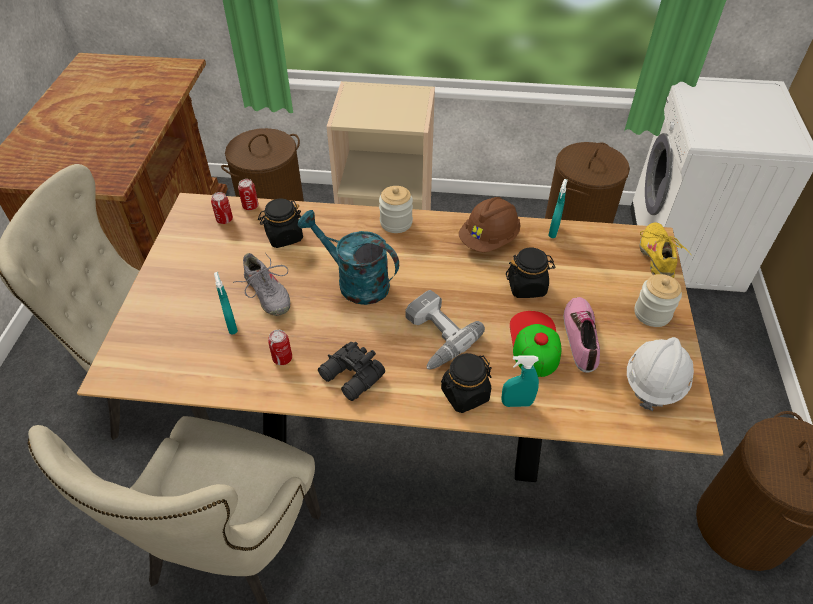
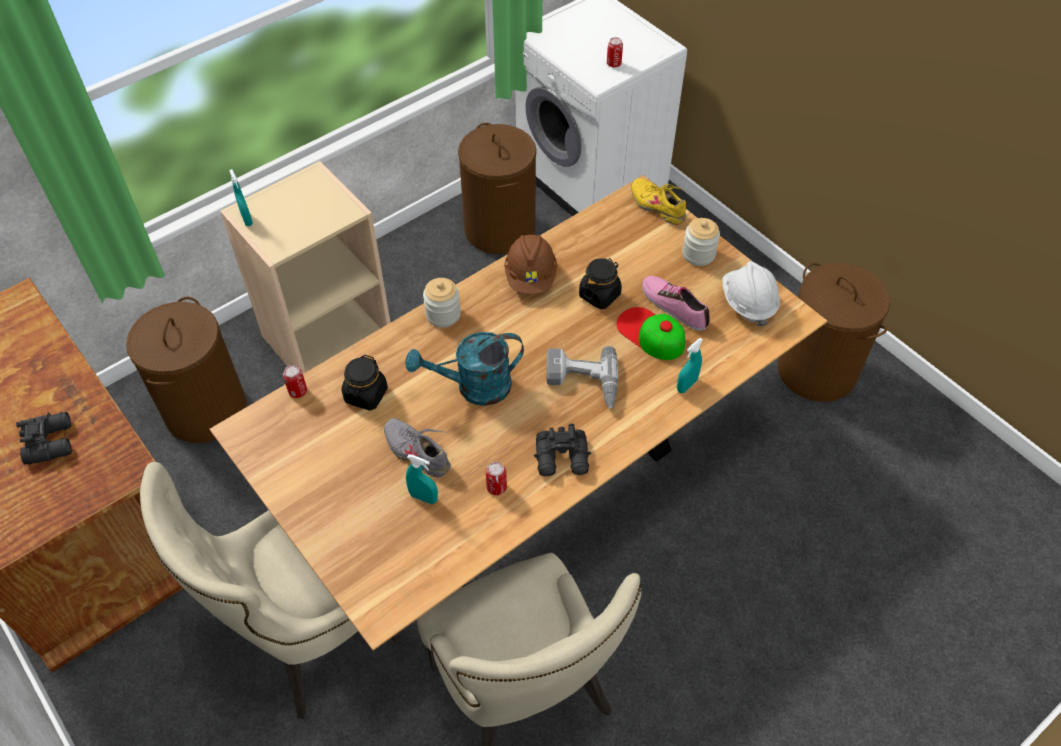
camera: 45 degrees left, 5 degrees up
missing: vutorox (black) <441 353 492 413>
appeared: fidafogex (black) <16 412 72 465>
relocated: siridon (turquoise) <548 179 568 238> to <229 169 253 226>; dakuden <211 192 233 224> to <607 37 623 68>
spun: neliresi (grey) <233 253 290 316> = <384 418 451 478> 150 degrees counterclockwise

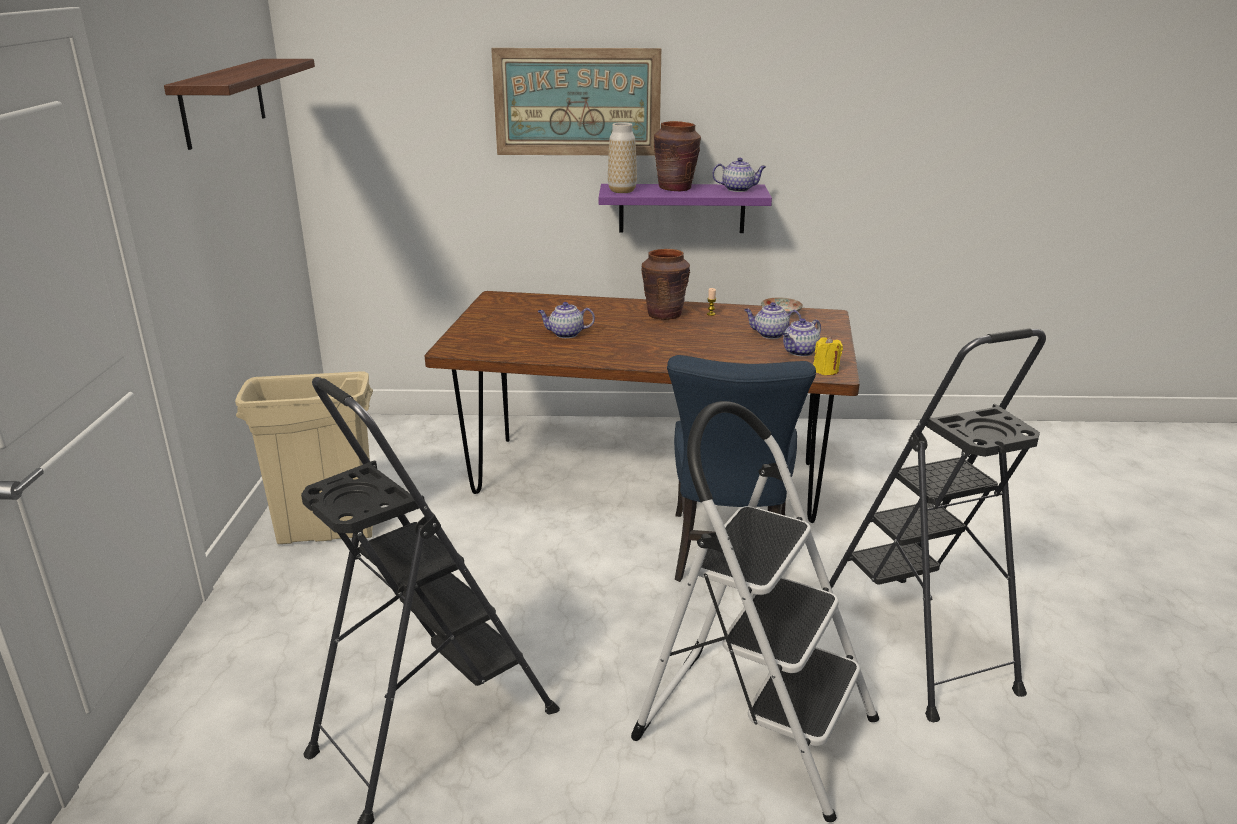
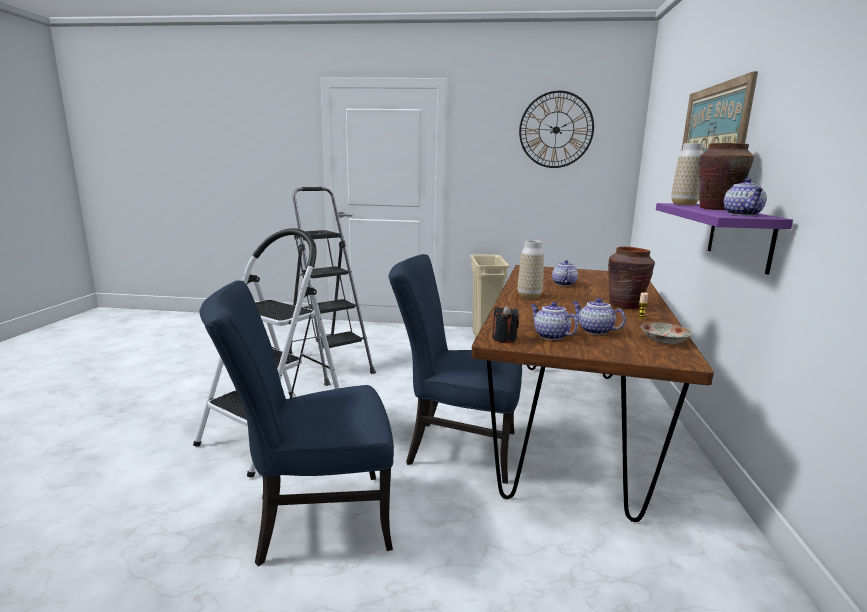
camera: 95 degrees right, 10 degrees down
appeared: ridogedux <518 240 544 299>
exchanged: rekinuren <164 59 315 150> to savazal <519 91 594 168>; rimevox <829 328 1046 722> to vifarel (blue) <199 280 394 566>
colour: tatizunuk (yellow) <813 336 843 375> to tatizunuk (black) <492 305 519 343>
spun: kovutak <744 302 801 339> = <572 298 626 335> 60 degrees counterclockwise

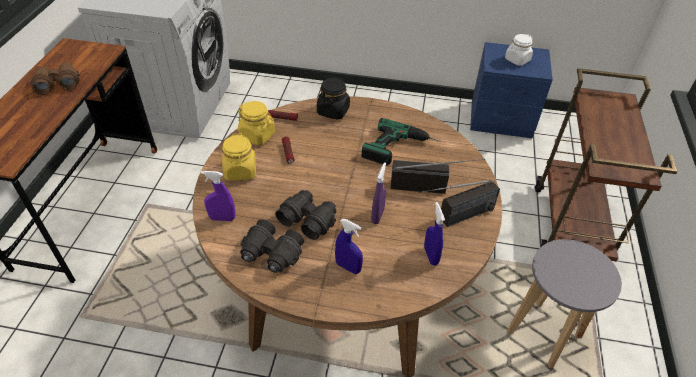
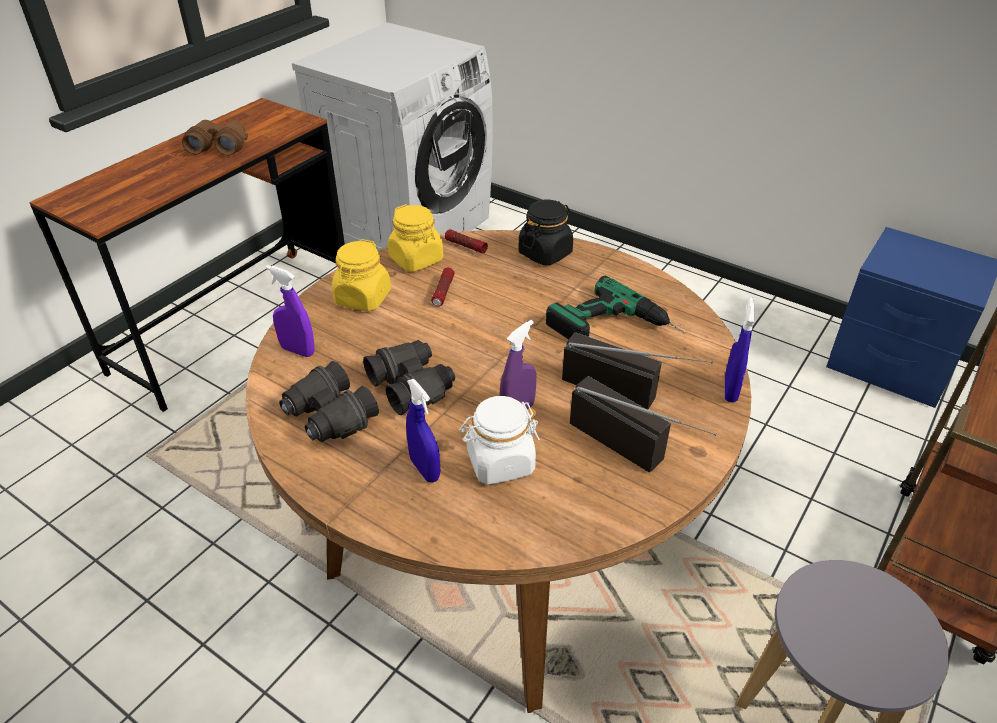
camera: 25 degrees right, 5 degrees down
relocated: vutorox (white) <505 34 533 66> to <459 396 540 485>; siridon (blue) <424 202 445 266> to <724 297 755 403>
spun: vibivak <419 180 500 227> = <570 376 717 473> 135 degrees counterclockwise

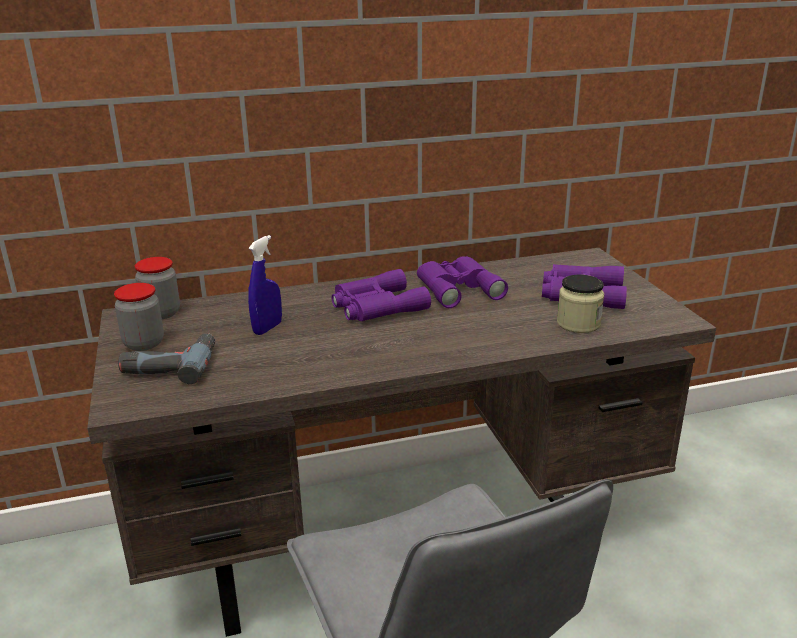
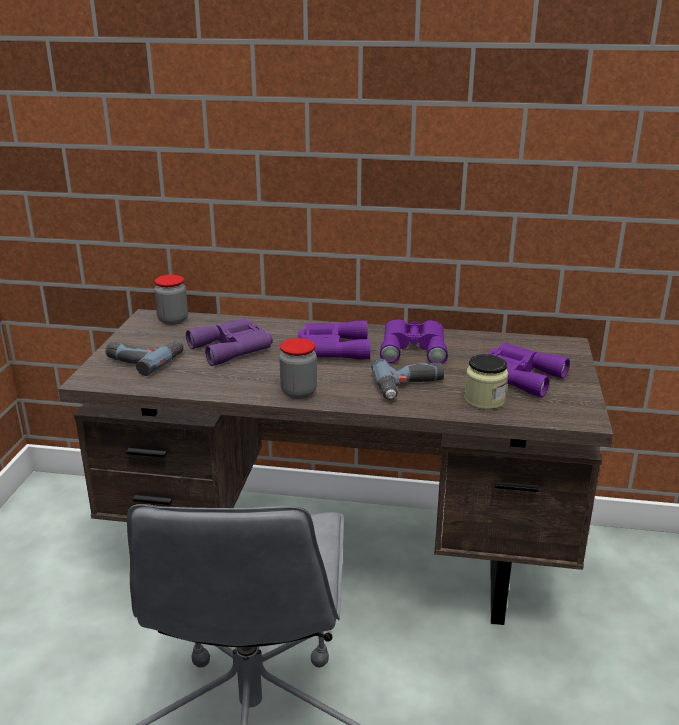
camera: 25 degrees right, 0 degrees up
appeared: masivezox <371 359 444 400>
relocated: vutorox <114 283 164 351> to <279 338 317 399>
exchanged: siridon (blue) <248 235 282 335> to fidafogex (purple) <186 318 273 366>

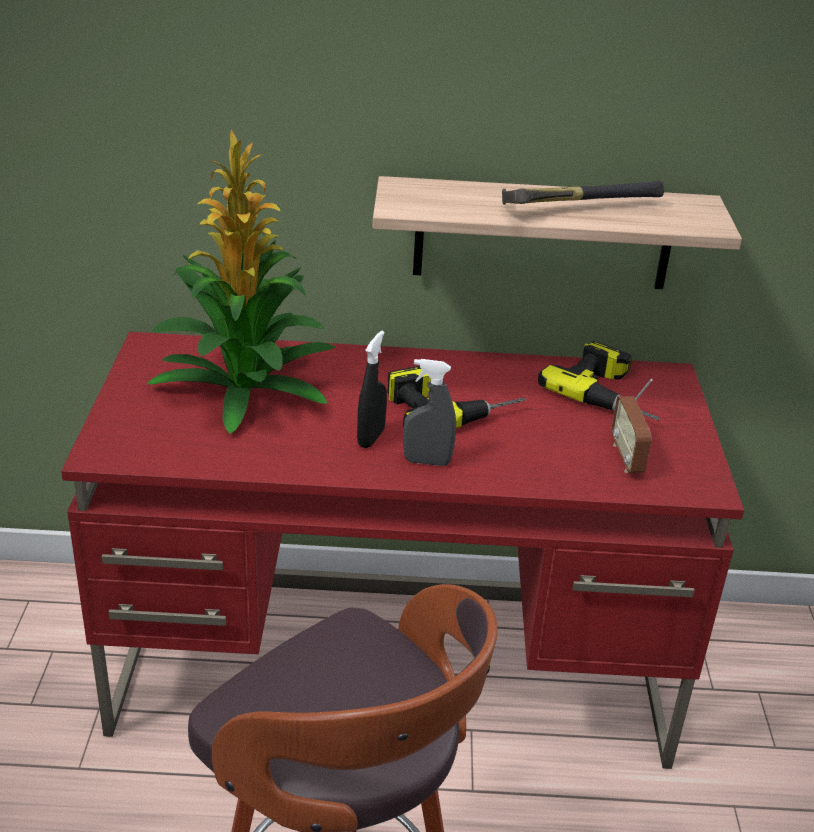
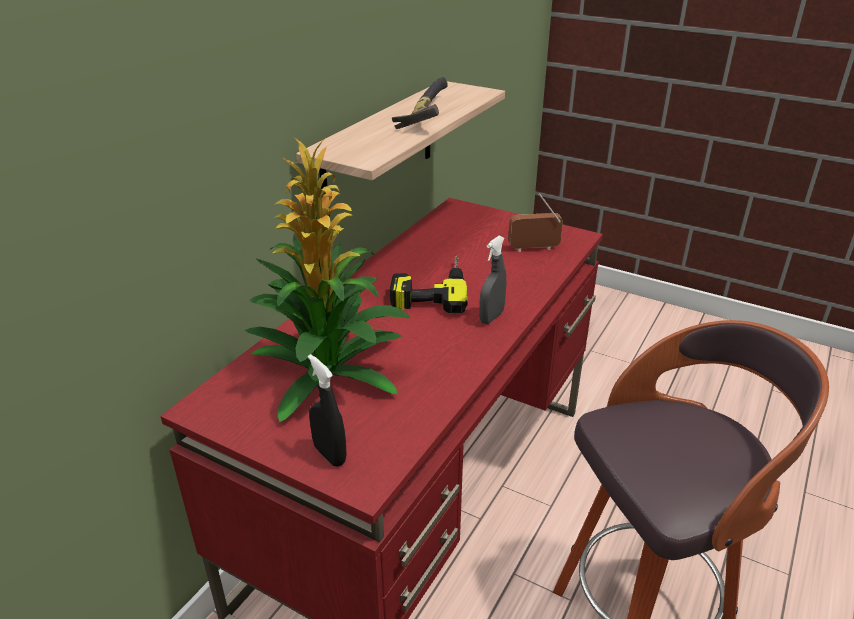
camera: 60 degrees left, 0 degrees up
missing: masivezox <538 341 660 421>
relocated: siridon (black) <357 330 387 448> to <308 354 347 467>
spun: vibivak <612 379 652 473> = <508 193 563 252> 150 degrees clockwise

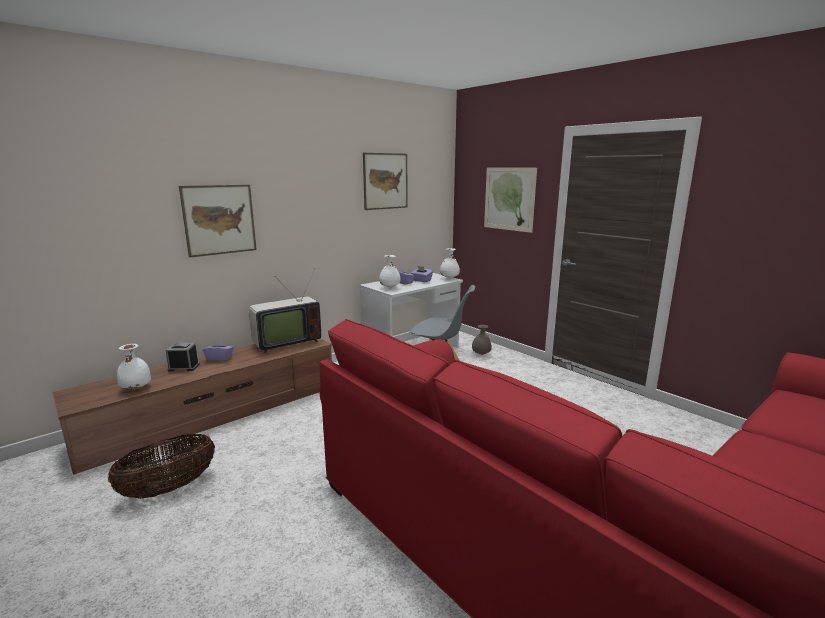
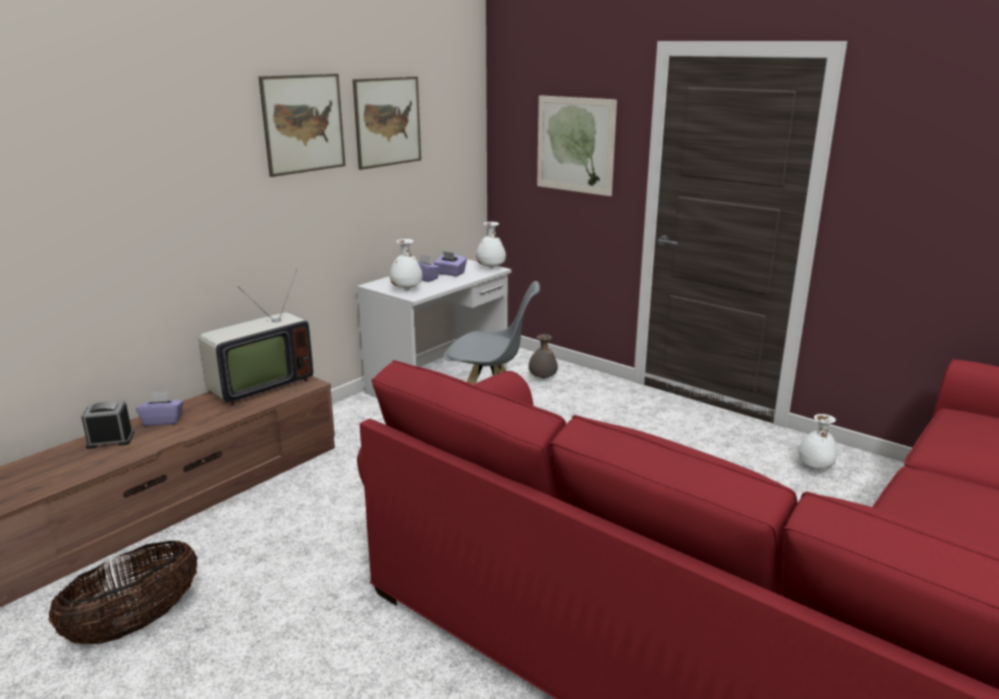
camera: 10 degrees left, 5 degrees up
relocated: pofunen <179 185 257 258> to <259 74 346 177>; ridogedux (white) <117 344 151 390> to <798 414 837 469>

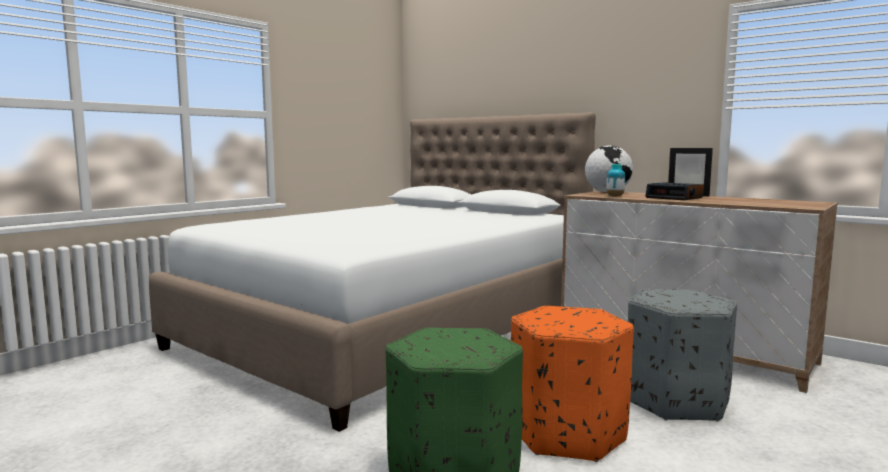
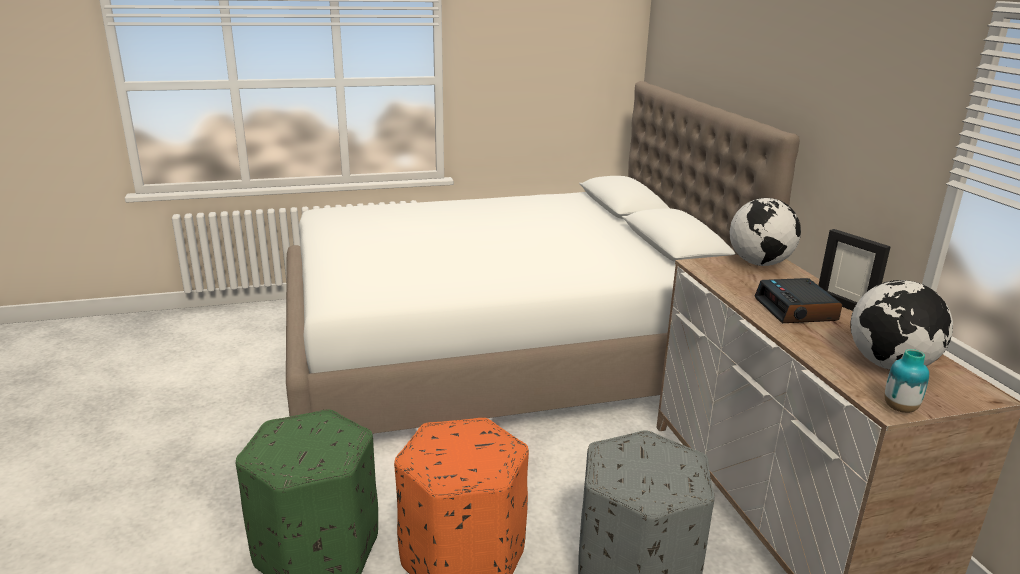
camera: 35 degrees right, 15 degrees up
appeared: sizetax <851 280 953 370>
relocated: ridogedux <606 164 625 197> to <885 349 929 413>

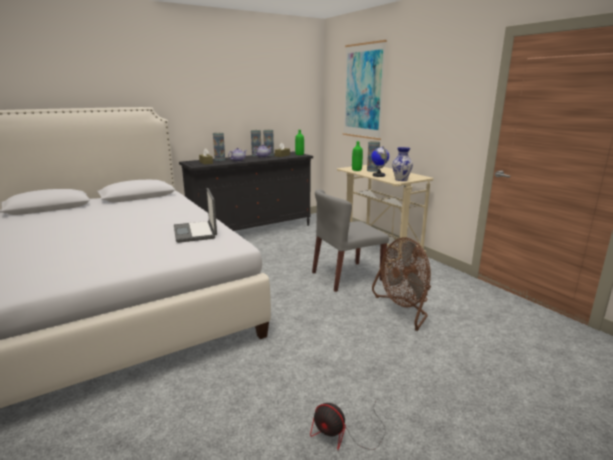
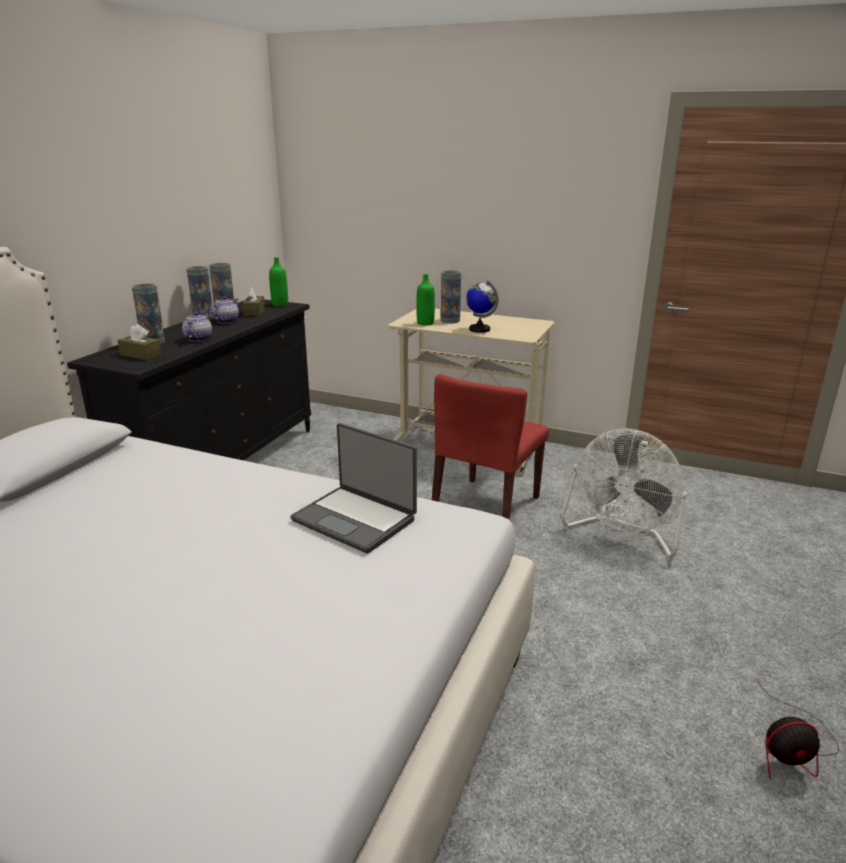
camera: 35 degrees left, 5 degrees up
missing: pofunen <343 40 387 140>; ridogedux <392 147 413 181>
colour: vifarel (grey) <312 189 389 292> to vifarel (red) <432 374 549 520>; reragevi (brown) <372 237 431 331> to reragevi (white) <561 429 687 561>

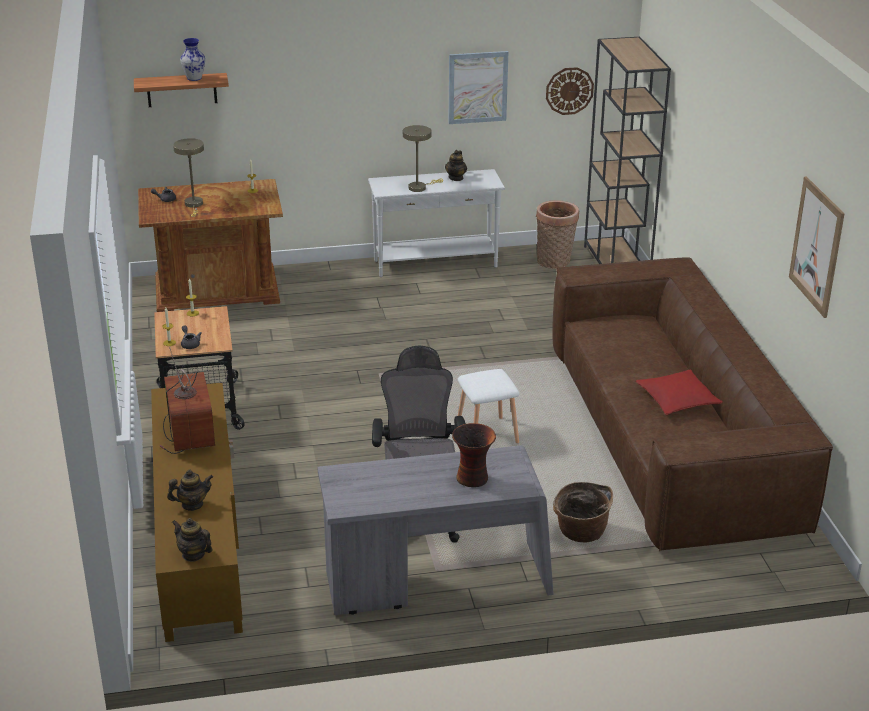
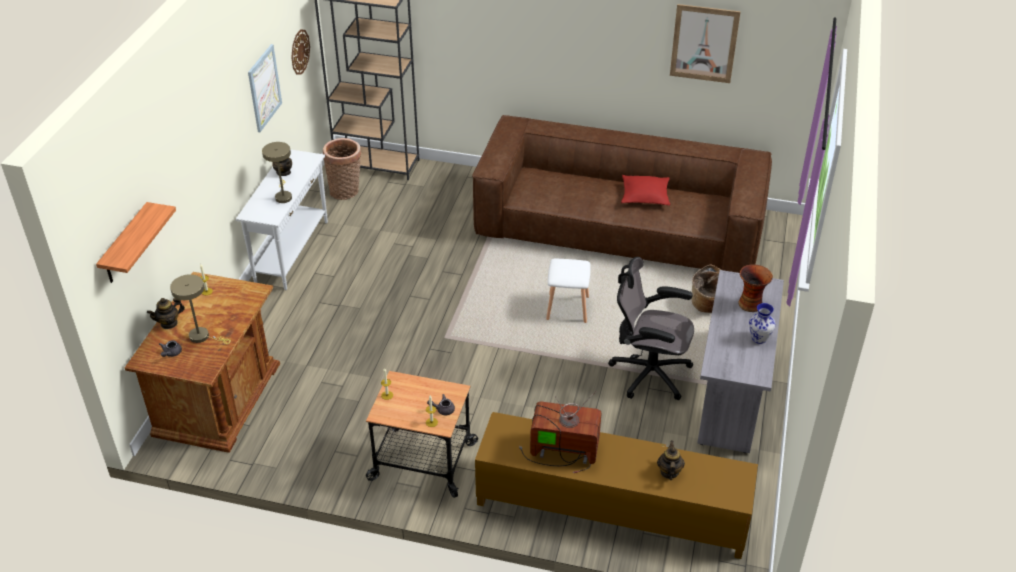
camera: 65 degrees left, 10 degrees up
relocated: ridogedux <180 38 205 81> to <749 303 776 344>; kovutak <172 518 213 562> to <147 298 185 329>

